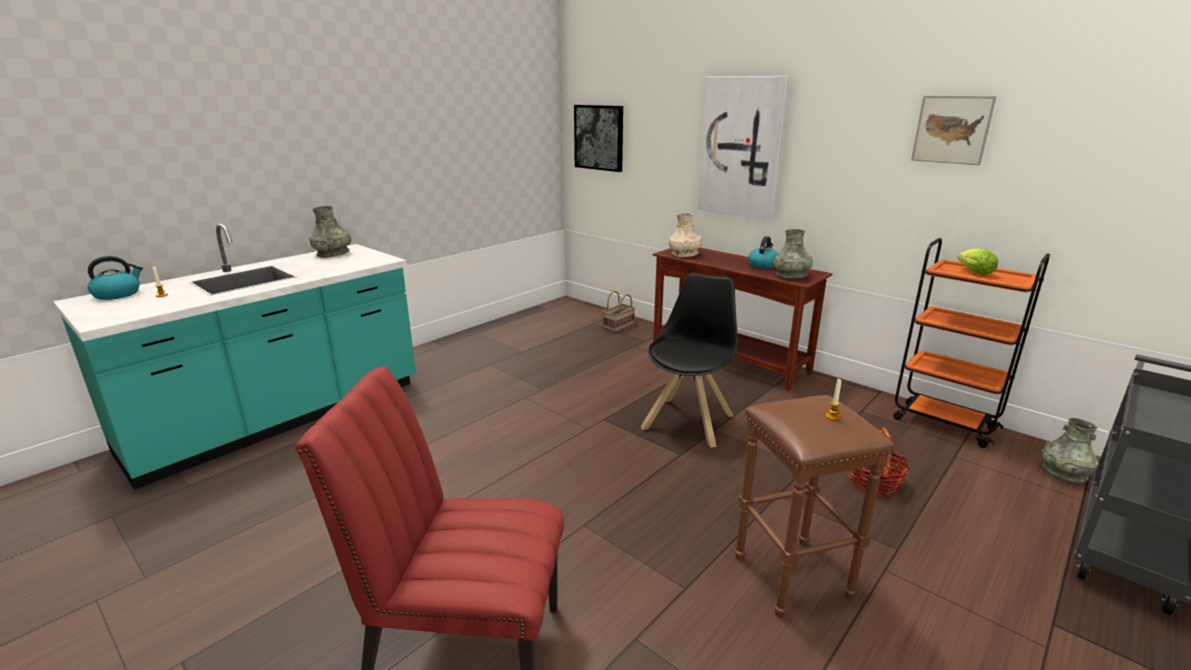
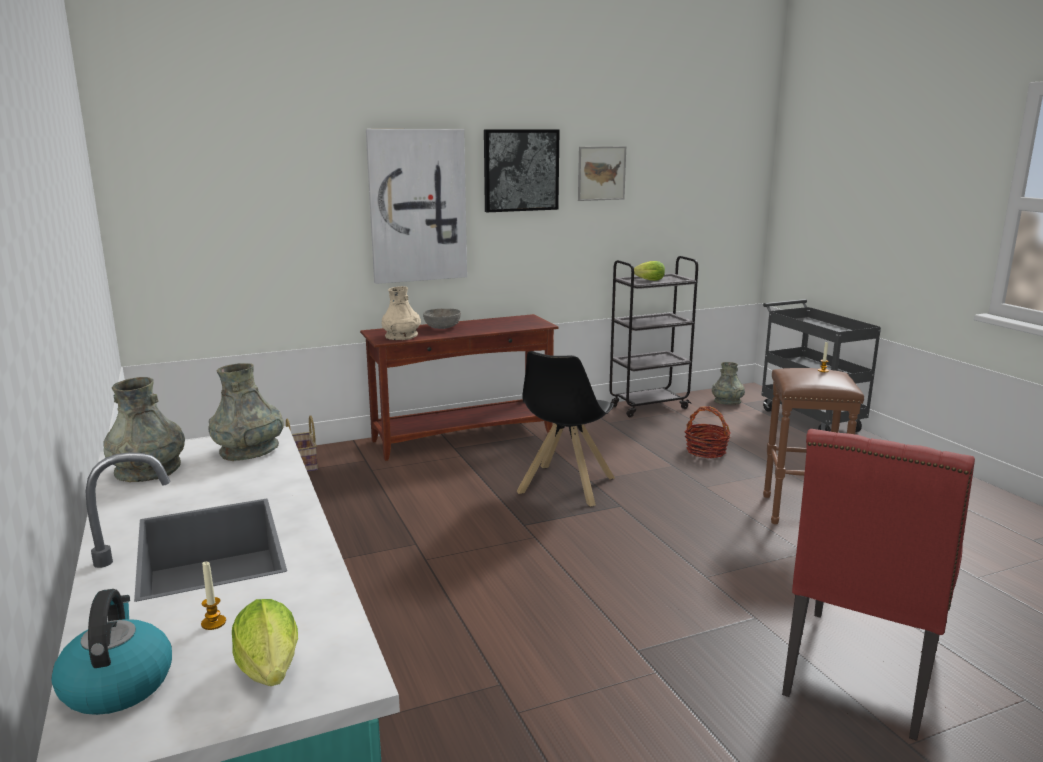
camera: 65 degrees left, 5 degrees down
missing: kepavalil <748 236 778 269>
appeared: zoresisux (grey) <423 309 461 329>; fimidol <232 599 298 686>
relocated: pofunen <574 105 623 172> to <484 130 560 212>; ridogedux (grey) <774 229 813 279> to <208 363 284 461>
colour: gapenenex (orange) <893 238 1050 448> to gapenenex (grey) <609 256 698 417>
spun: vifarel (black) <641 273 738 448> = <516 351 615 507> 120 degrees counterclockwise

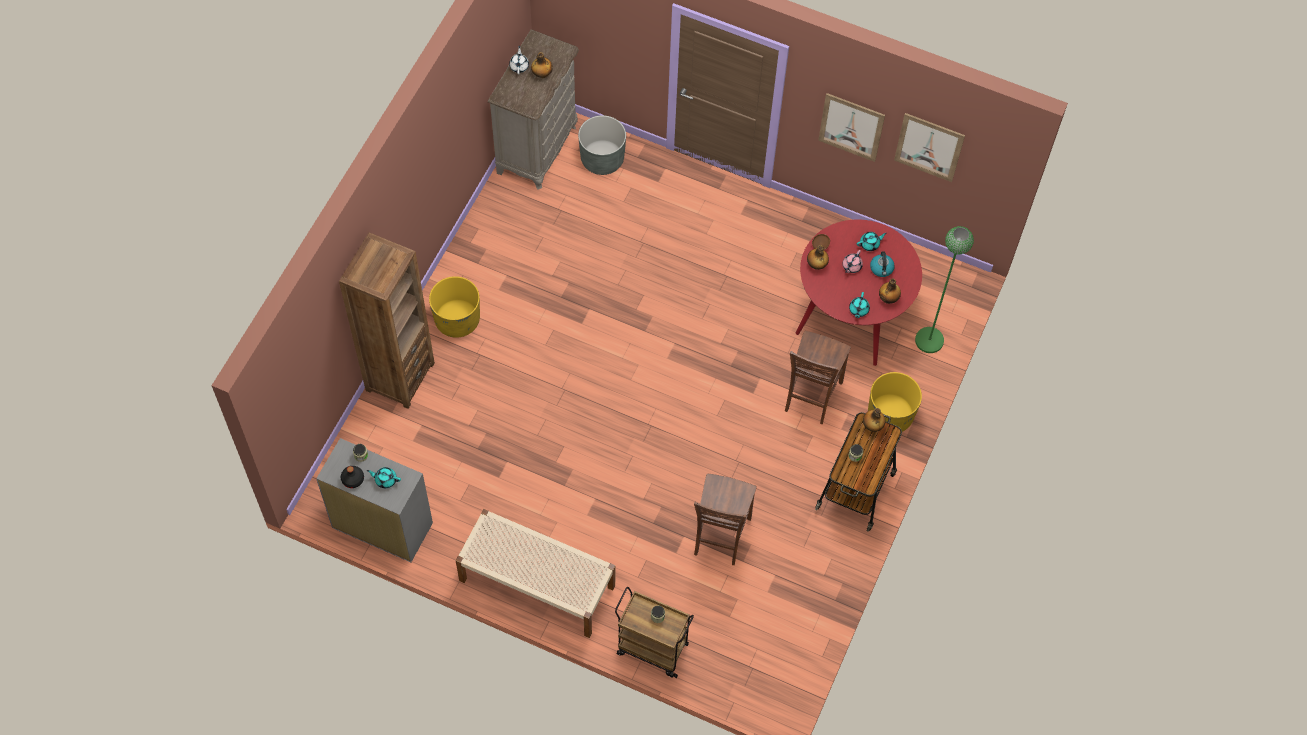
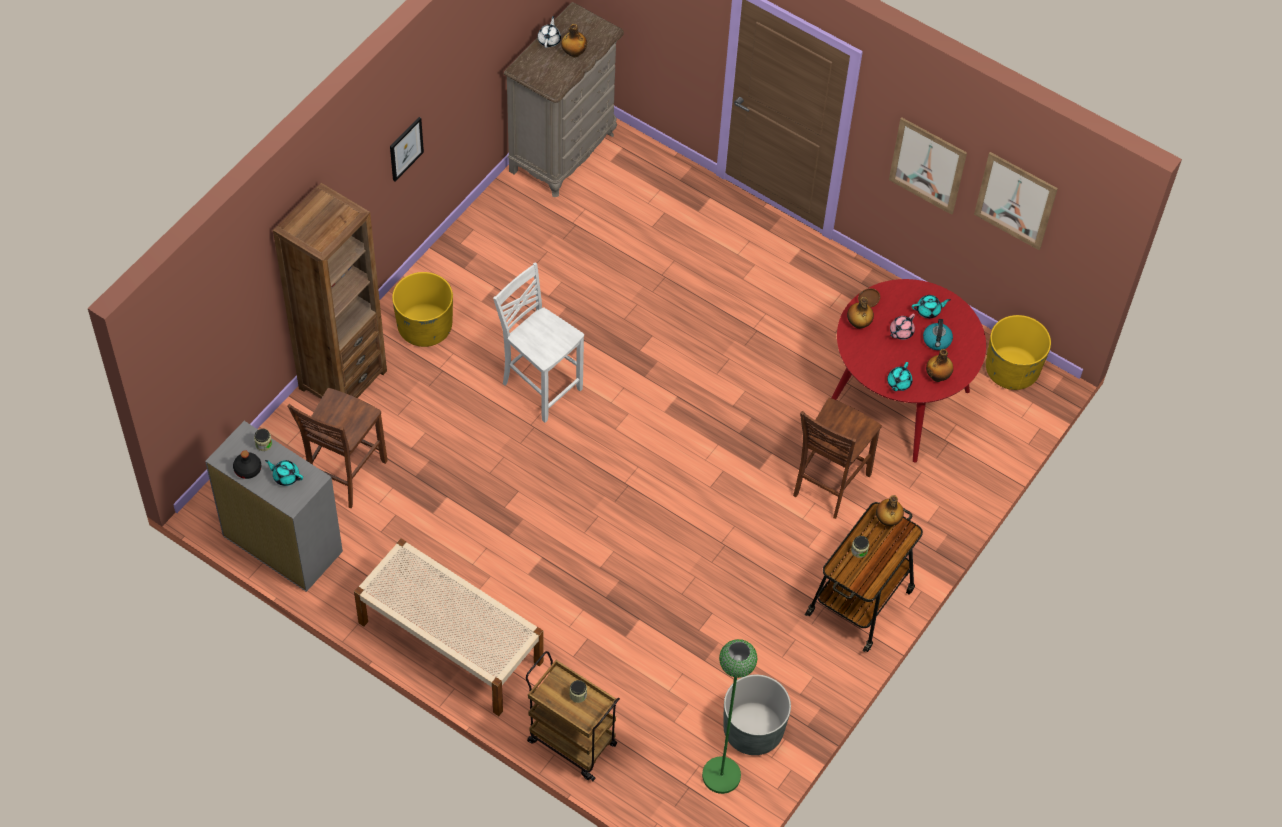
camera: 10 degrees right, 5 degrees down
appeared: pofunen <390 117 424 181>; vifarel (white) <493 262 584 423>
relocated: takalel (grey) <578 115 626 175> to <723 674 791 755>; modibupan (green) <915 226 974 353> to <702 639 757 794>; takalel (yellow) <868 372 922 433> to <986 315 1051 390>; vifarel (brown) <694 474 757 565> to <288 388 388 508>

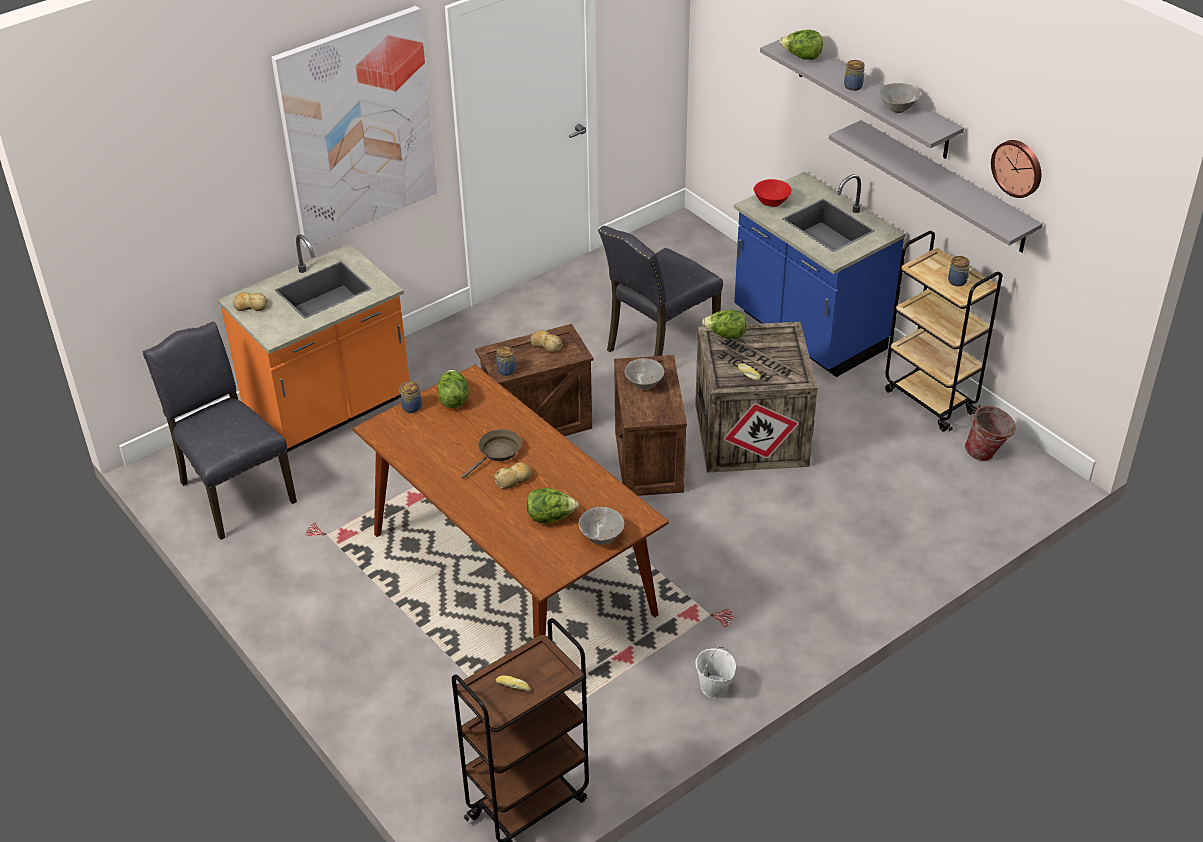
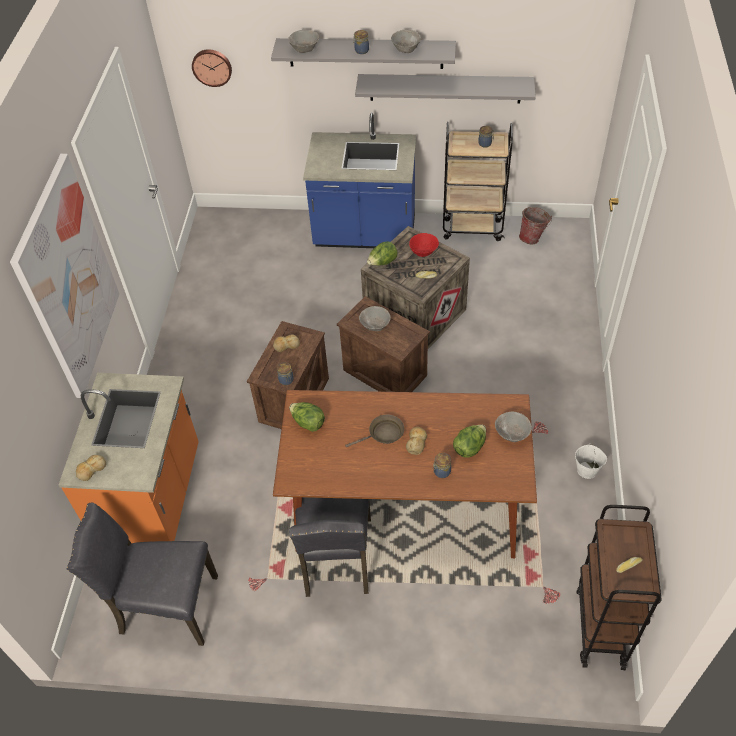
camera: 45 degrees left, 10 degrees up
relocated: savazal <991 140 1041 198> to <192 49 232 87>; zoresisux (red) <754 179 792 207> to <409 233 439 257>; vifarel (grey) <598 226 723 356> to <289 497 371 597>; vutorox <399 381 422 413> to <433 453 451 478>
exchanged: fimidol <779 30 823 60> to zoresisux (grey) <288 30 319 53>
spun: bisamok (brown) <462 429 522 479> = <345 414 404 447> 75 degrees clockwise

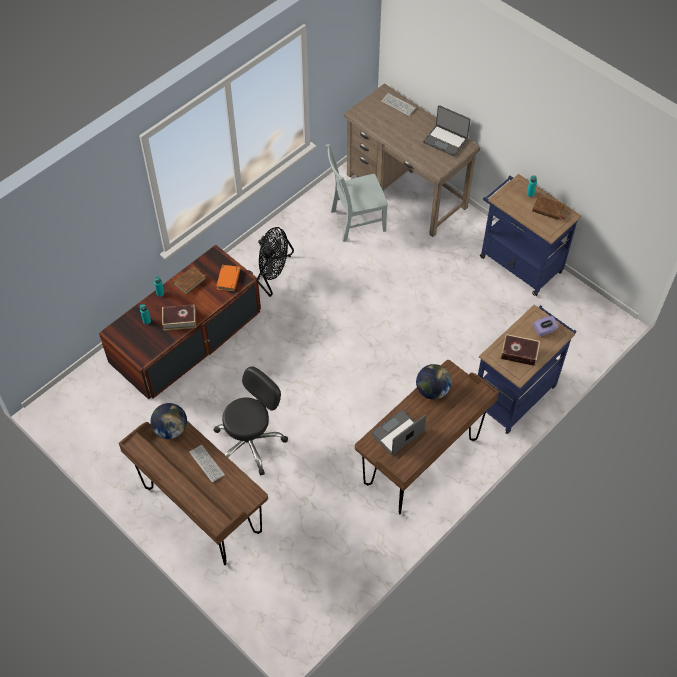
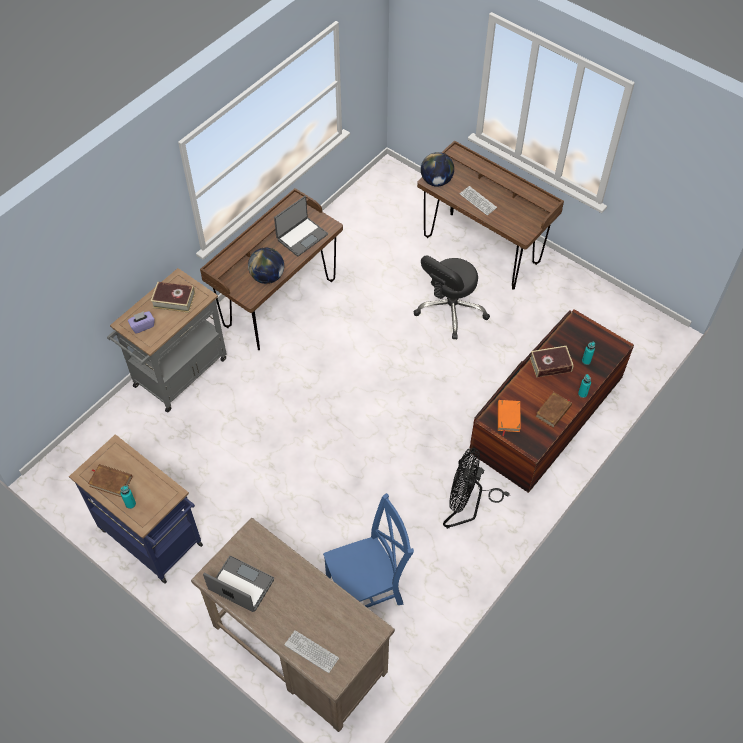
camera: 175 degrees right, 0 degrees up
relocated: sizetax <151 403 187 439> to <421 152 454 187>
colour: vifarel (grey) <326 144 388 242> to vifarel (blue) <323 493 414 608>; gapenenex (blue) <478 305 576 434> to gapenenex (grey) <107 268 227 413>

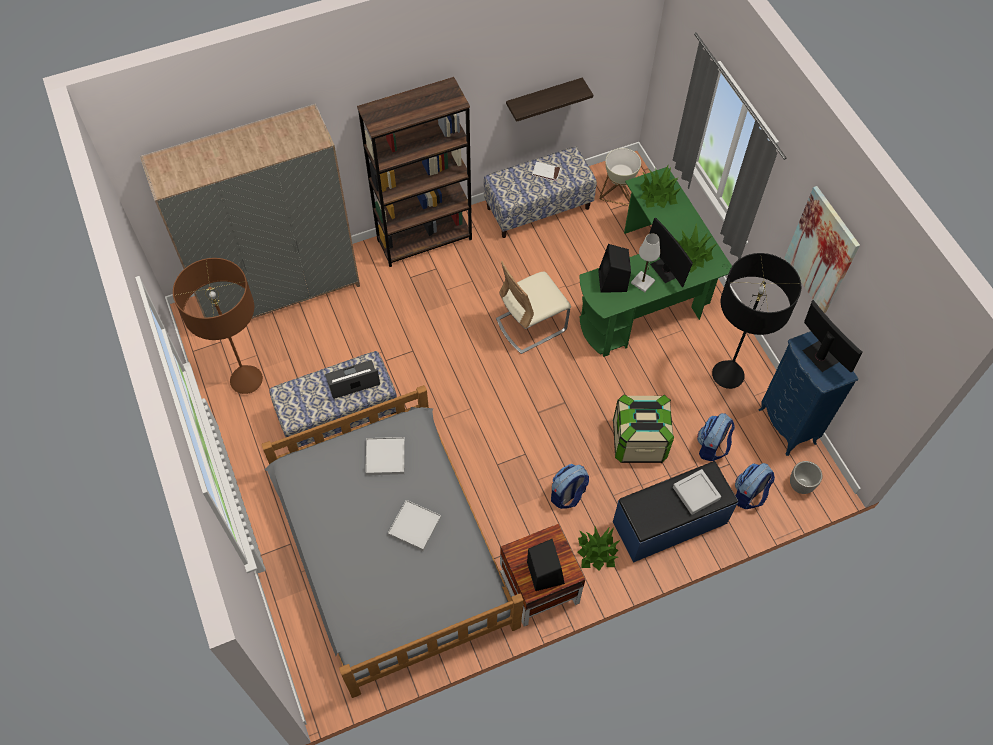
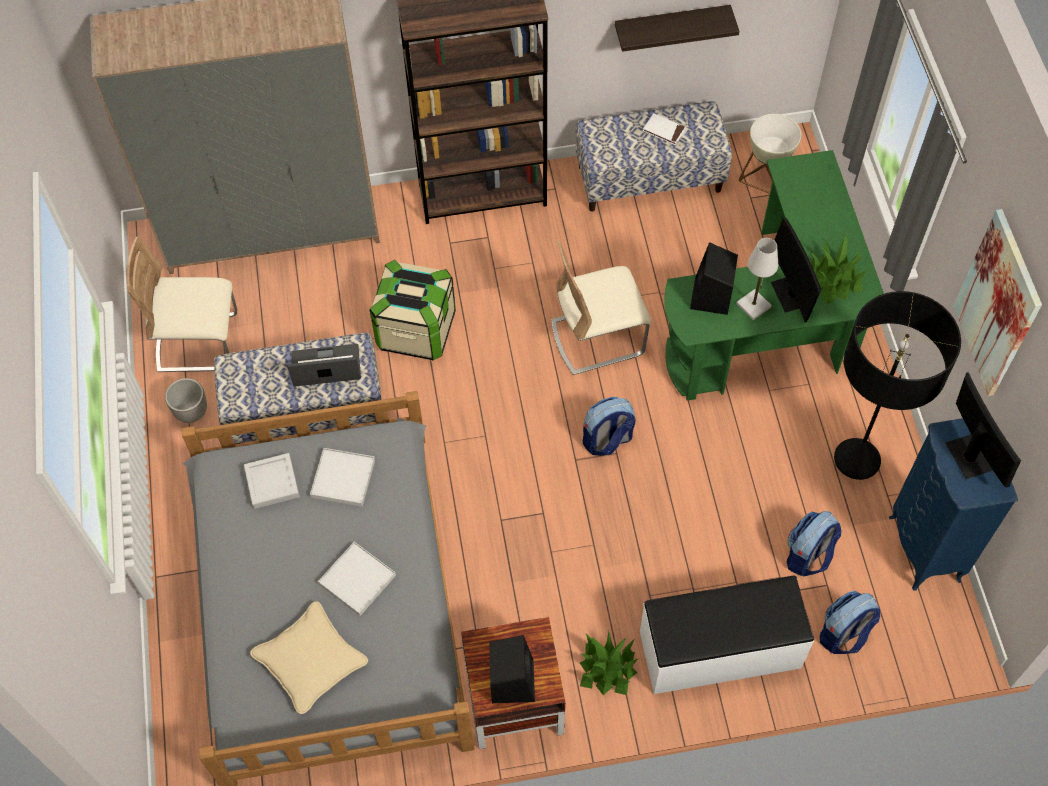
camera: 15 degrees right, 0 degrees up
missing: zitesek <640 166 681 208>
appeared: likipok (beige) <250 601 368 714>
relocated: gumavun <613 395 674 463> to <370 260 456 361>; takalel <790 461 822 494> to <165 378 207 423>; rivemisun <551 464 589 509> to <583 397 636 456>; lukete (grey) <673 469 721 515> to <244 453 300 509>
exchanged: modibupan (brown) <173 258 263 394> to vifarel (beige) <127 237 237 372>
colour: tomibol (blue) <613 461 738 563> to tomibol (white) <640 576 814 694>

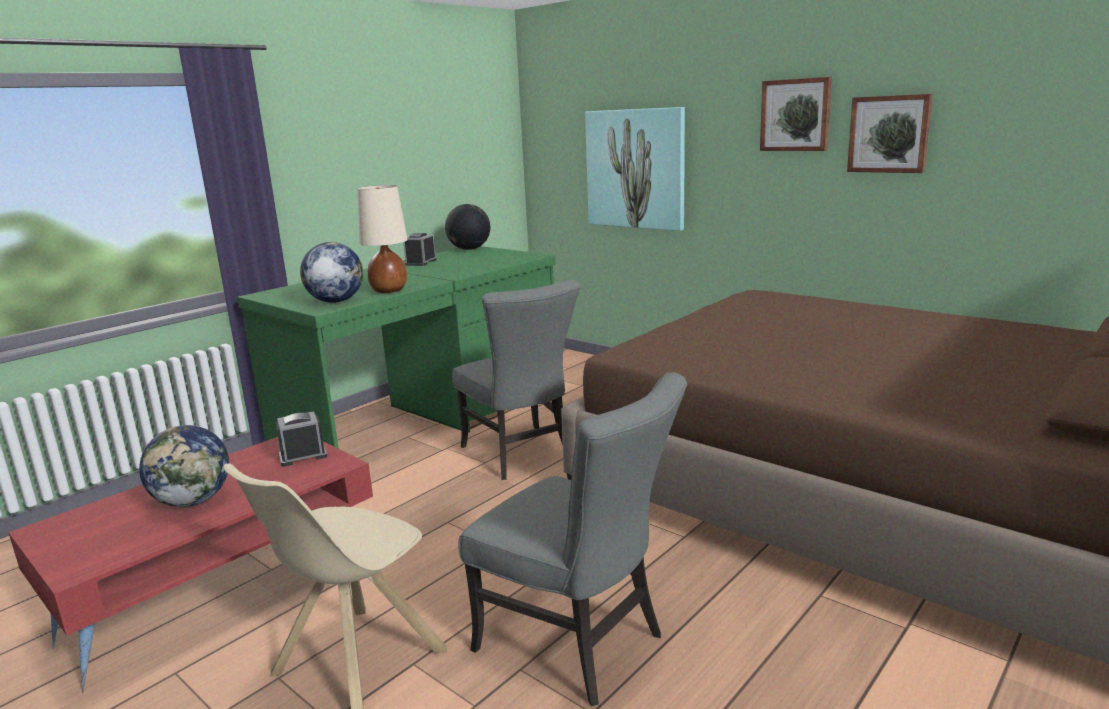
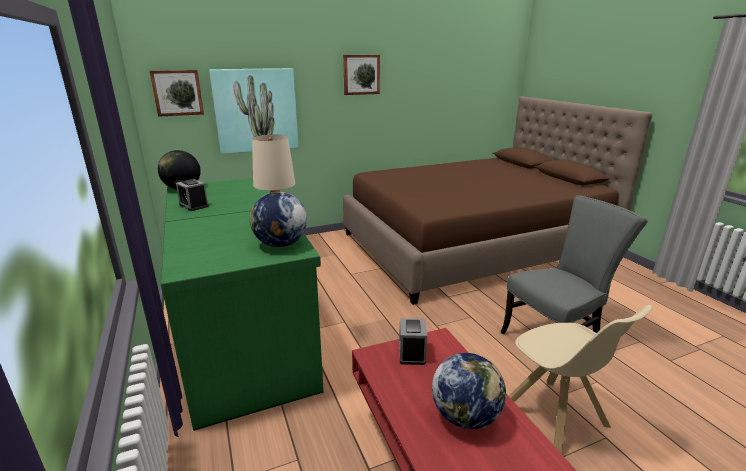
camera: 65 degrees left, 5 degrees up
missing: vifarel (grey) <452 280 581 480>
relocated: pofunen <847 94 933 173> to <149 70 204 117>

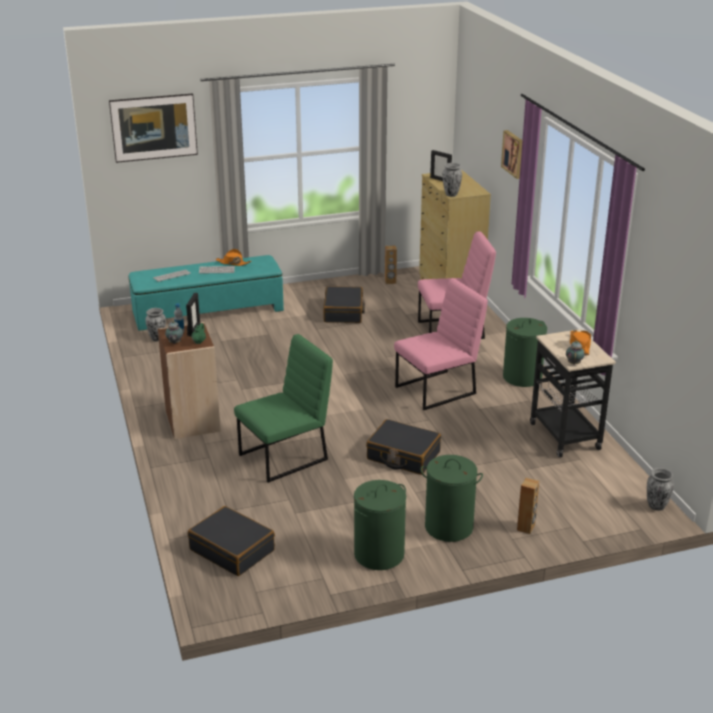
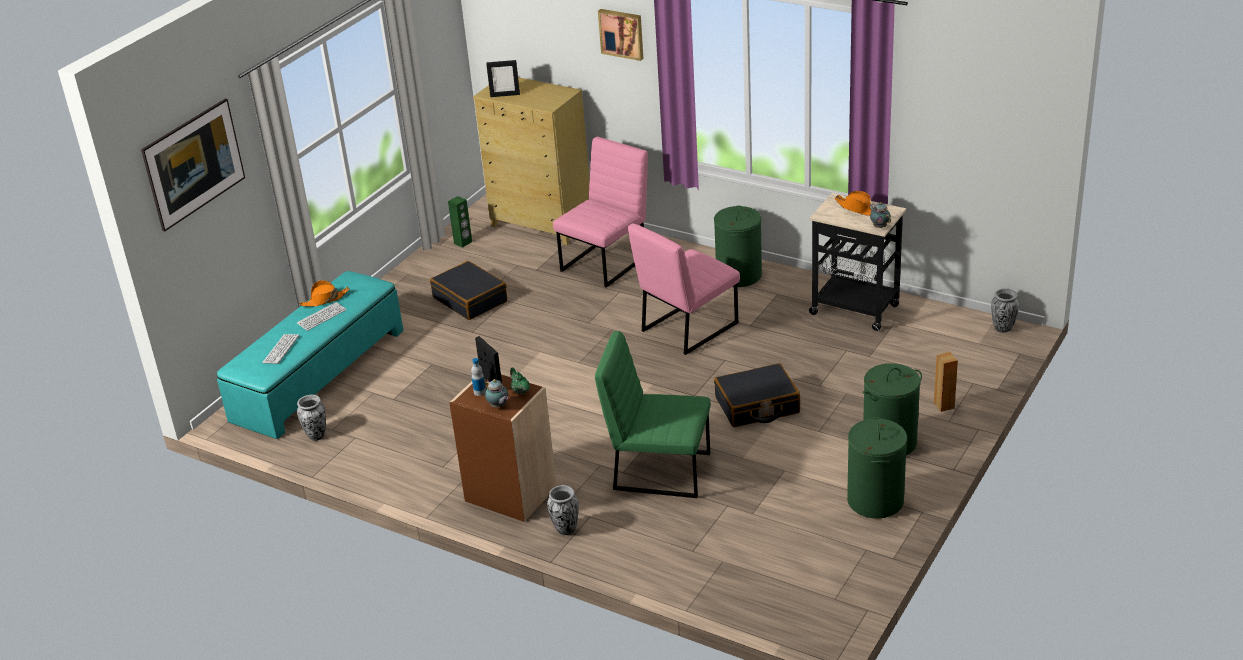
camera: 40 degrees left, 5 degrees up
missing: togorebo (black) <188 506 275 576>
relocated: ridogedux <442 163 462 197> to <547 485 579 535>
colour: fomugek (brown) <385 245 397 284> to fomugek (green) <448 196 472 248>
spun: vifarel (pink) <394 279 488 410> = <628 223 740 355> 150 degrees counterclockwise; vifarel (green) <234 334 333 483> = <595 331 711 498> 90 degrees counterclockwise

